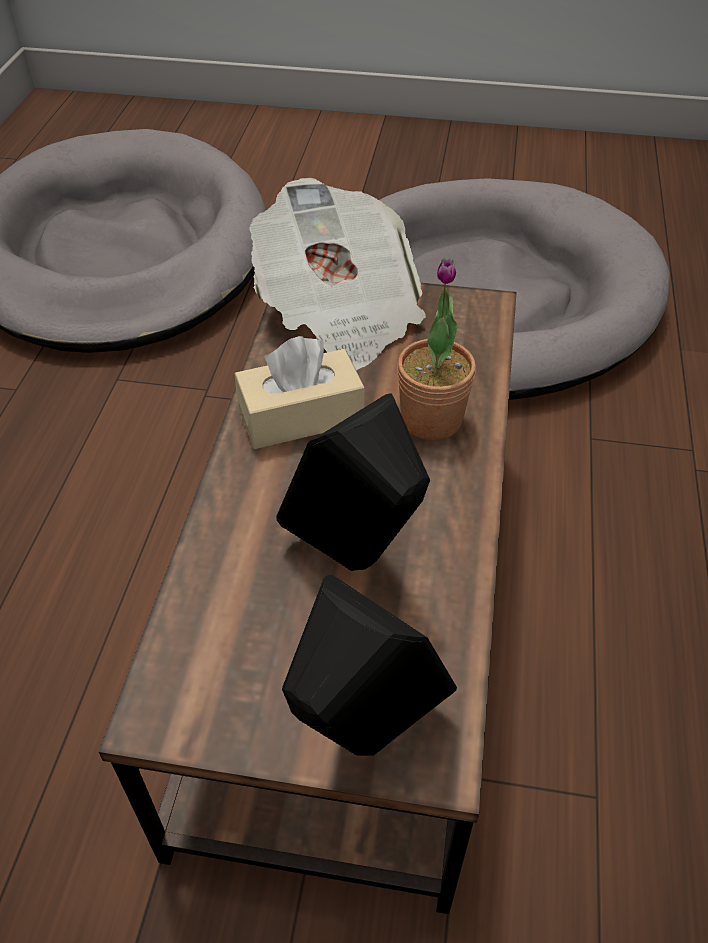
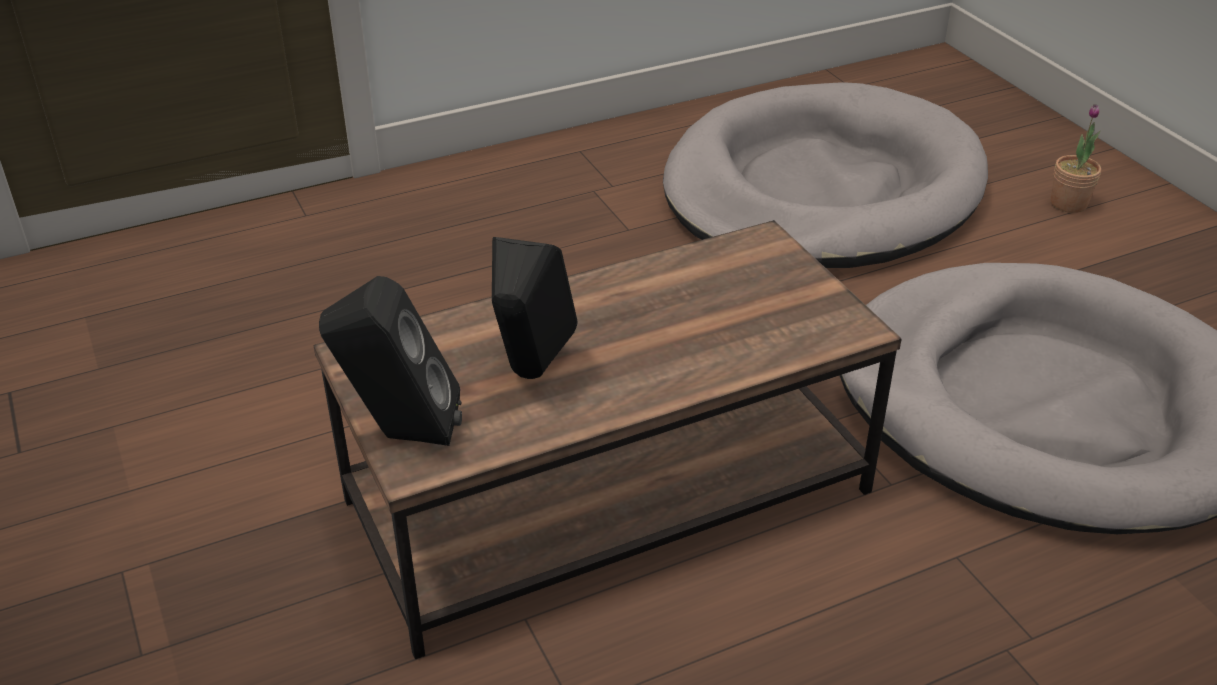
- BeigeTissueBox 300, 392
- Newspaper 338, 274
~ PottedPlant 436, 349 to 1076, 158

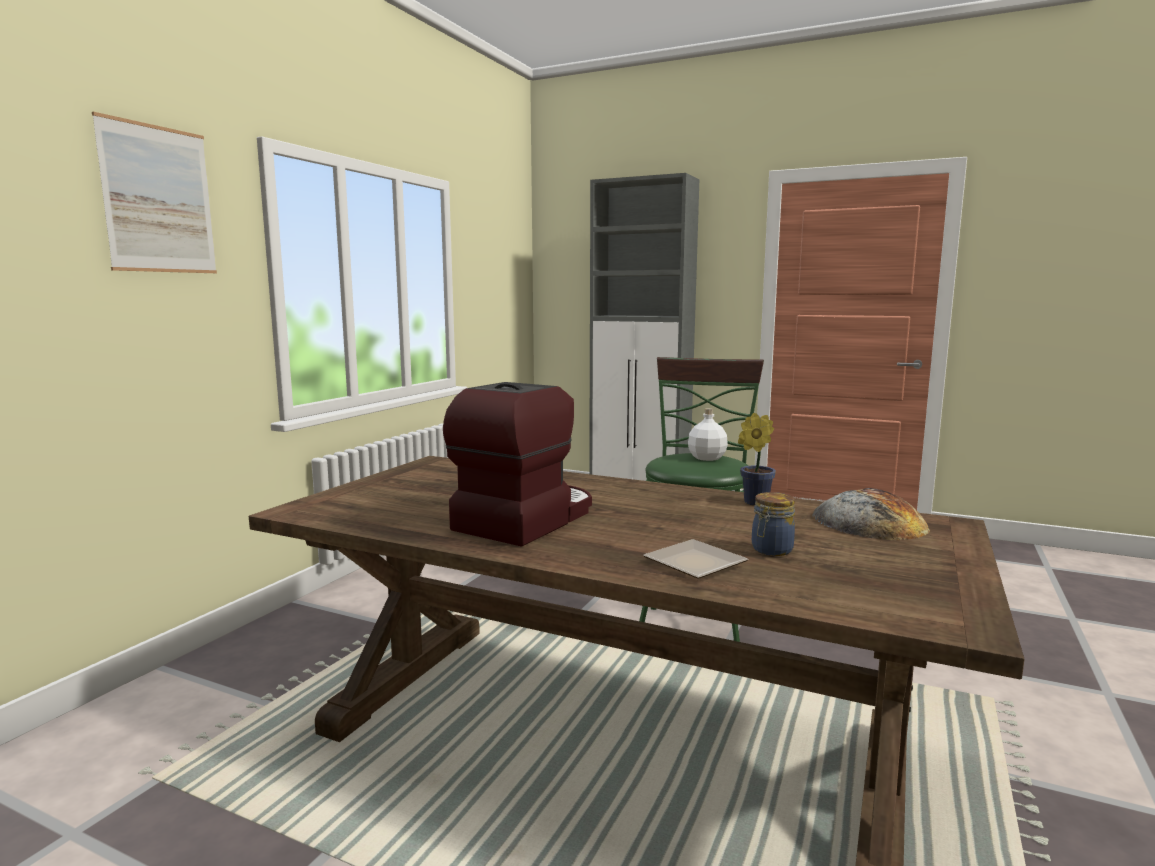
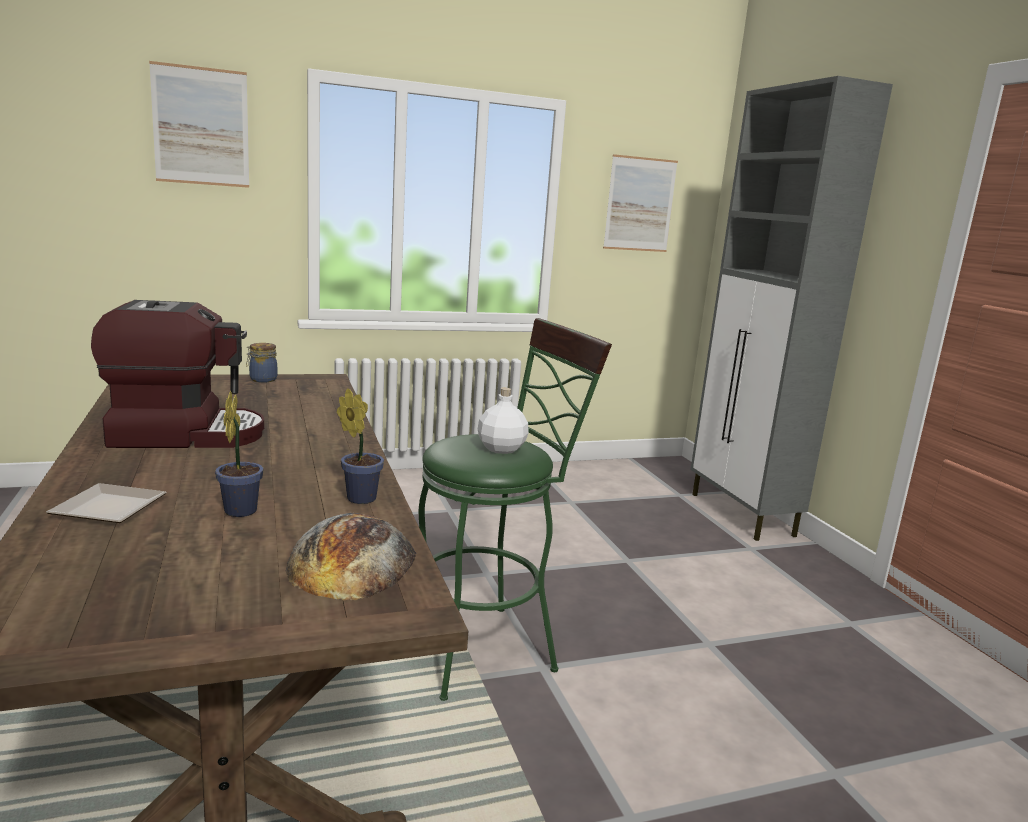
~ Jar 773, 524 to 262, 363
+ PottedPlant 239, 454
+ Picture 640, 203

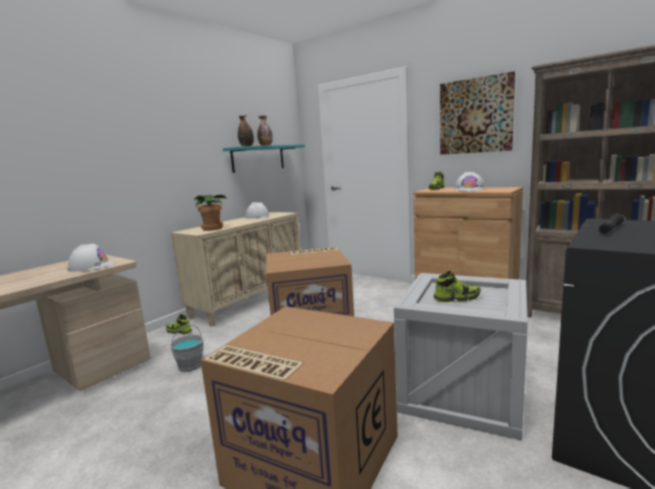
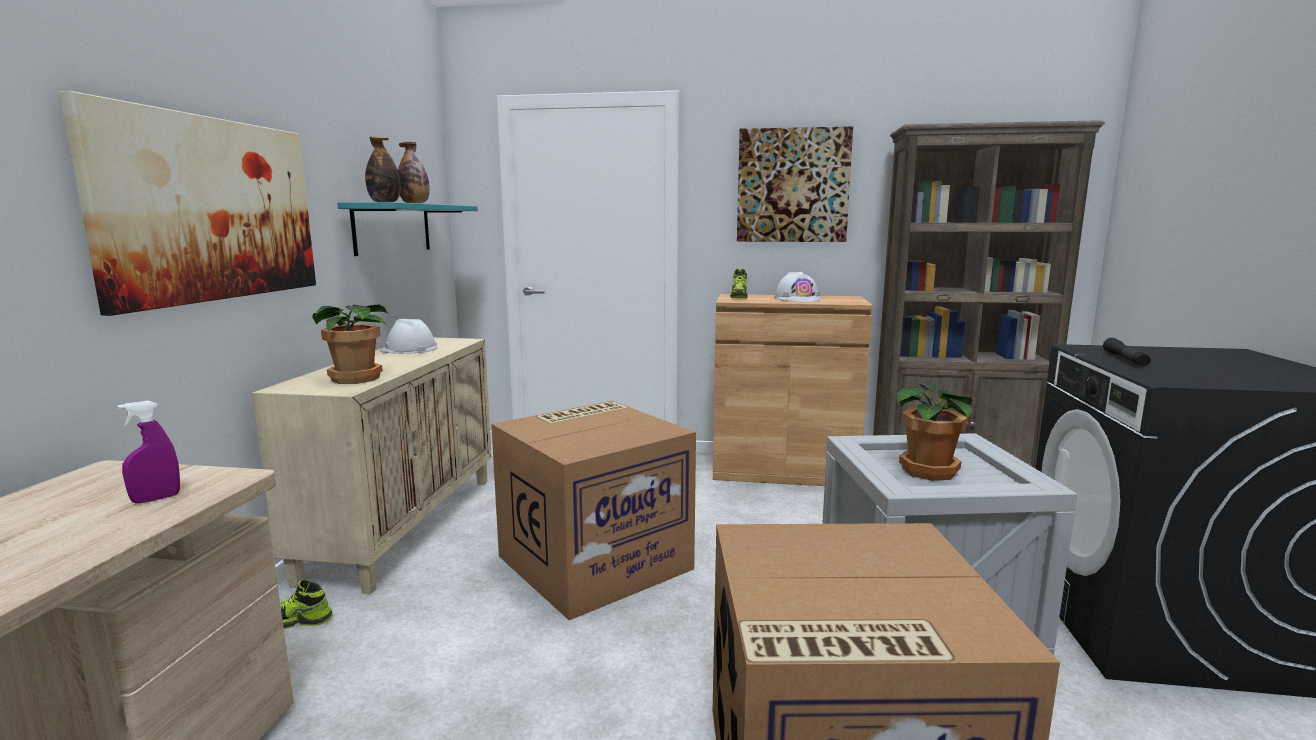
~ WhiteHardHat 90, 258 to PurpleSprayBottle 149, 452
- GreyBucket 187, 348
~ Shoe 457, 286 to PottedPlant 935, 432
+ Picture 188, 203

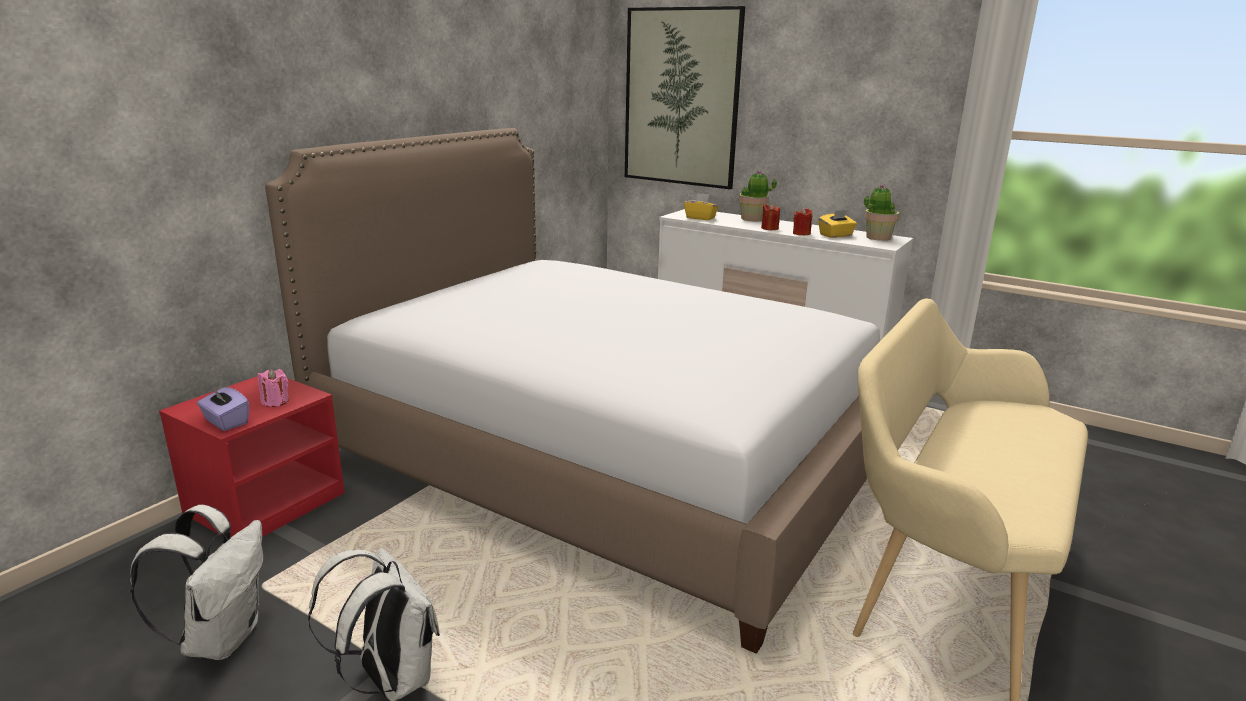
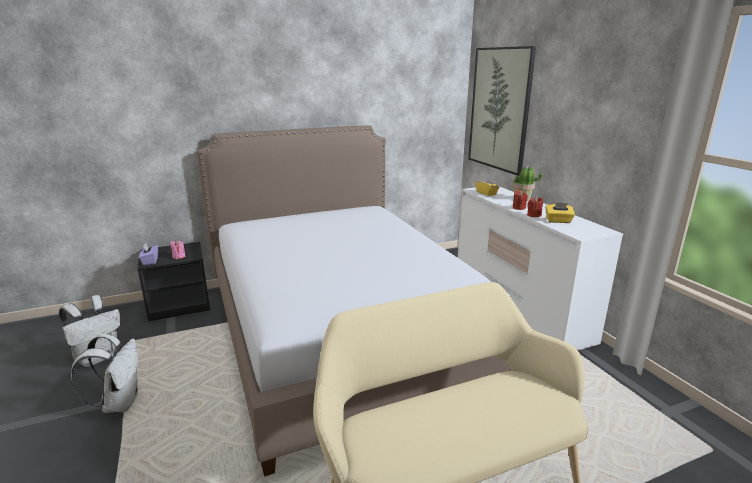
~ RedNightstand 252, 457 to BlackNightstand 173, 282
- PottedPlant 881, 212

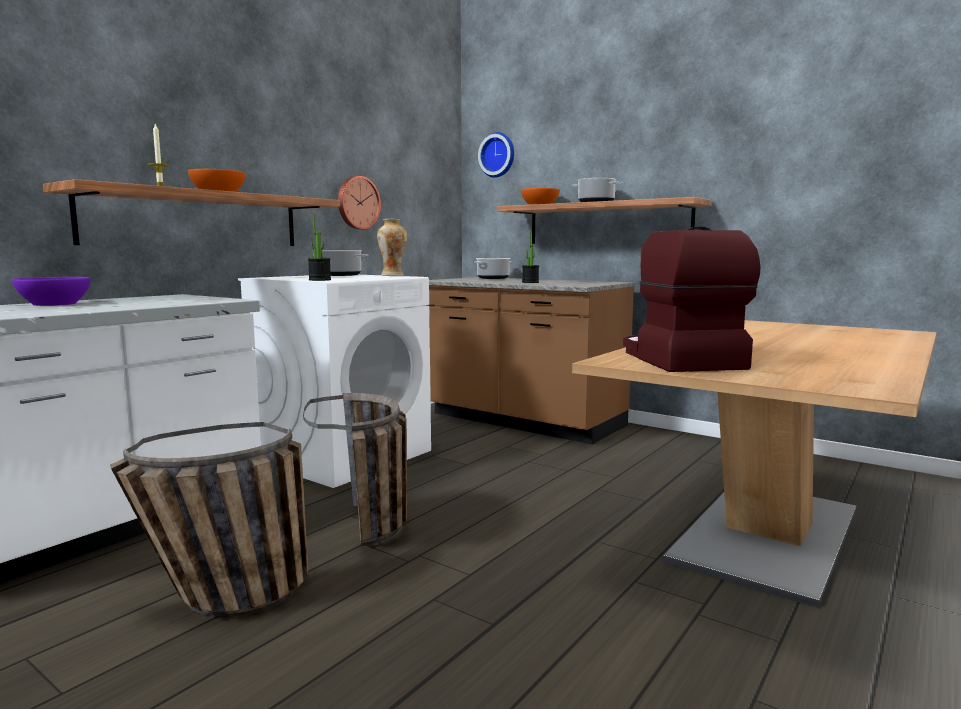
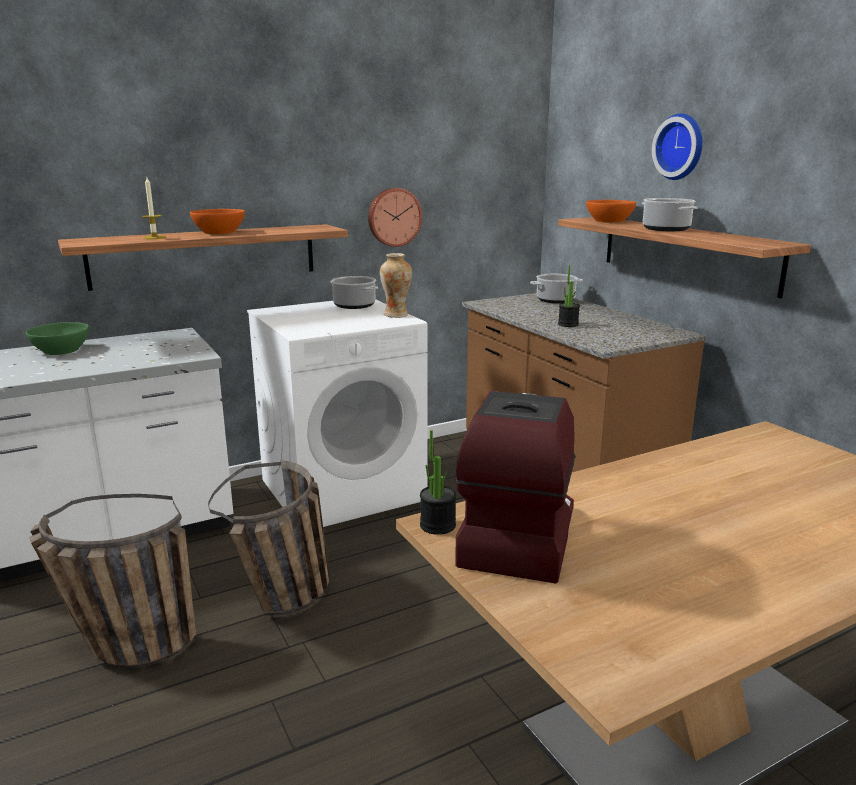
~ PurpleBowl 51, 291 to GreenBowl 57, 338
~ PottedPlant 319, 247 to 438, 482
~ WallClock 496, 155 to 677, 146

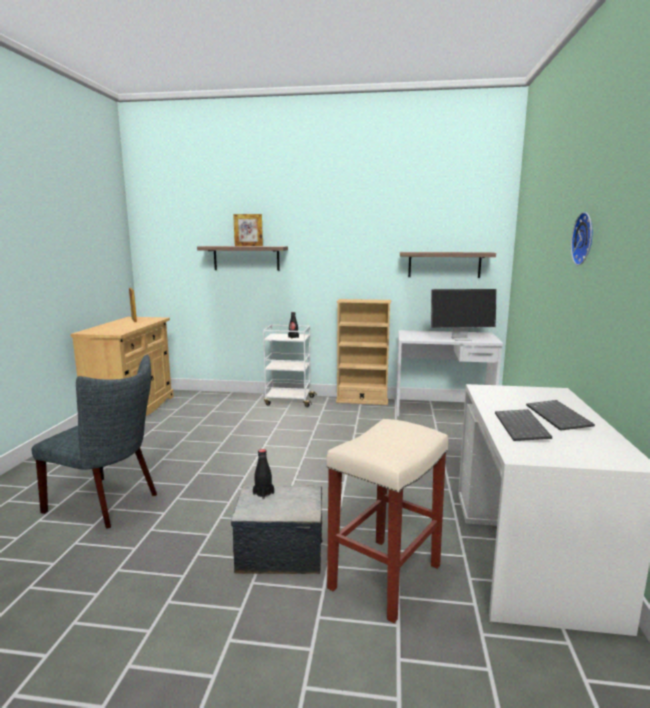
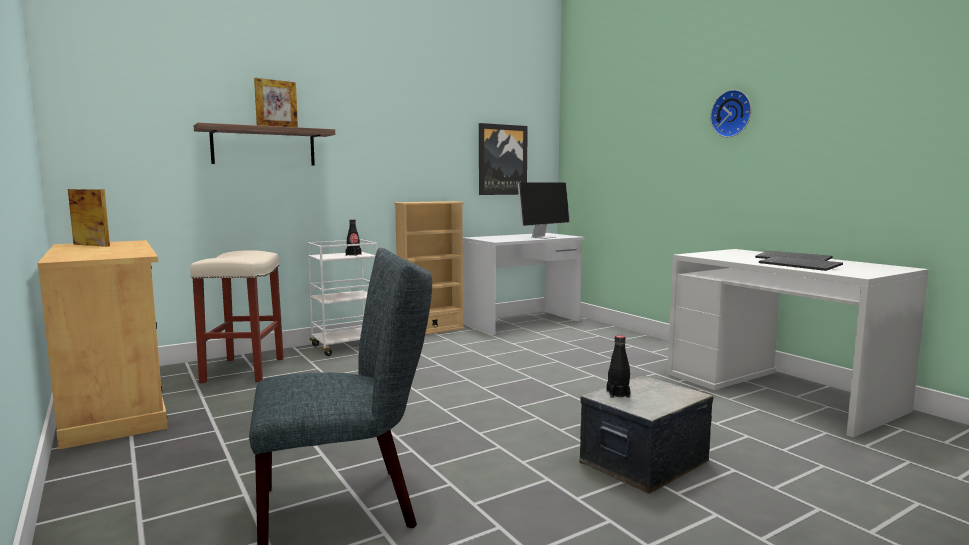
~ BeigeStool 387, 521 to 237, 316
~ Shelf 448, 265 to Picture 503, 159

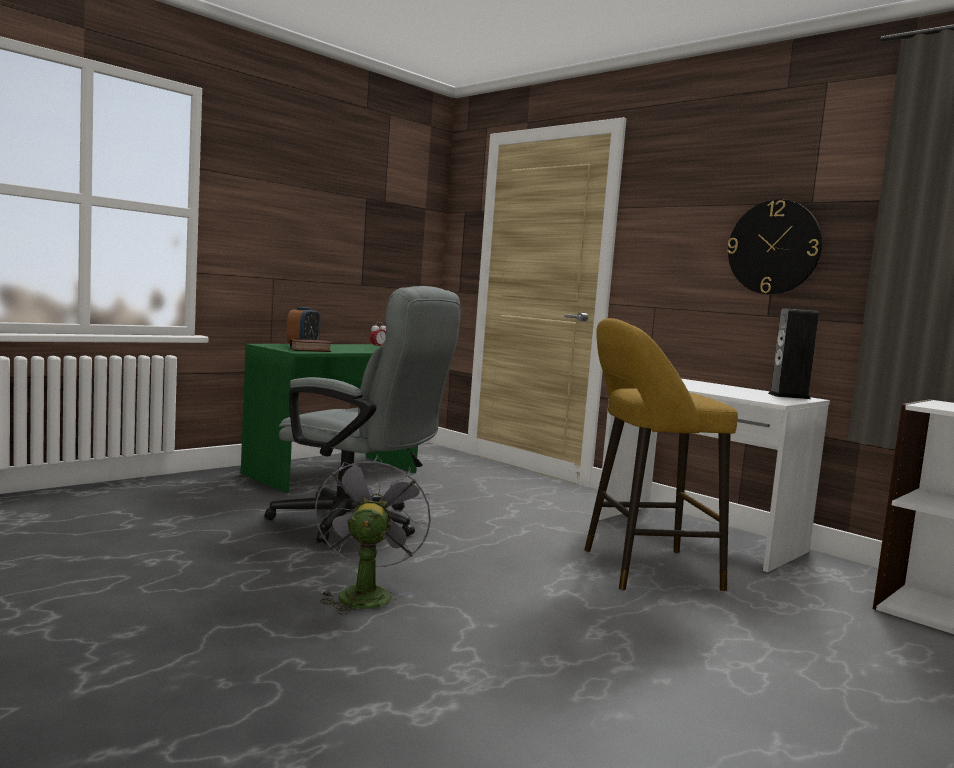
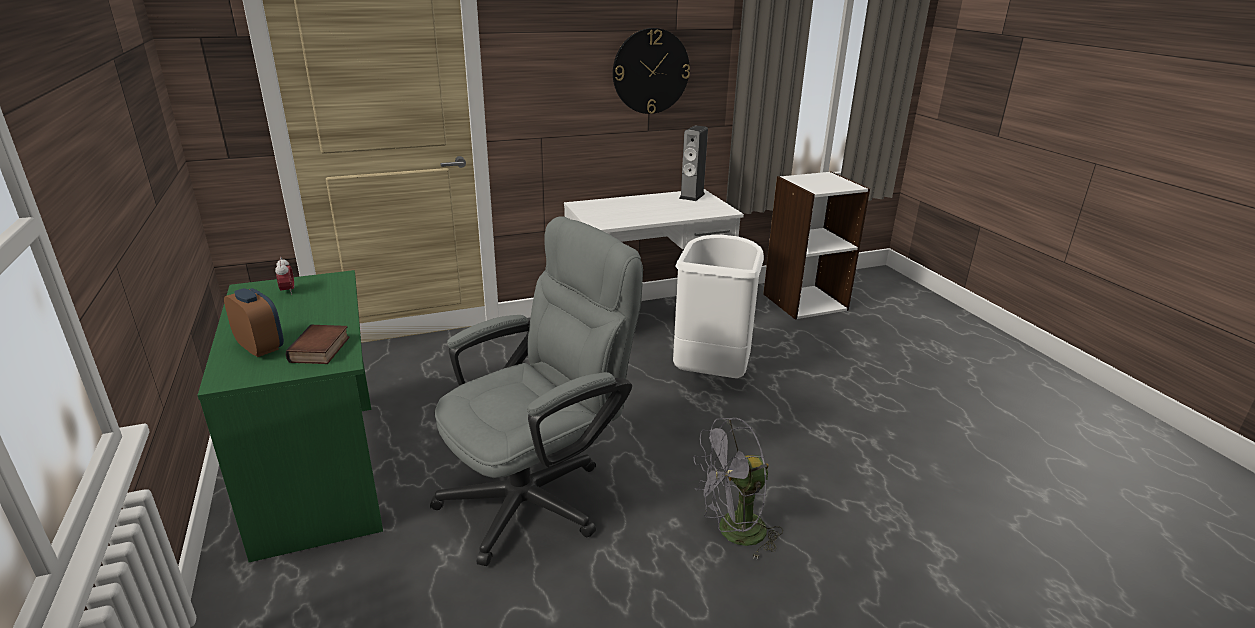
~ GreyFan 373, 534 = 738, 488 45 degrees counterclockwise
~ YellowStool 661, 454 to WhiteTrashCan 718, 306

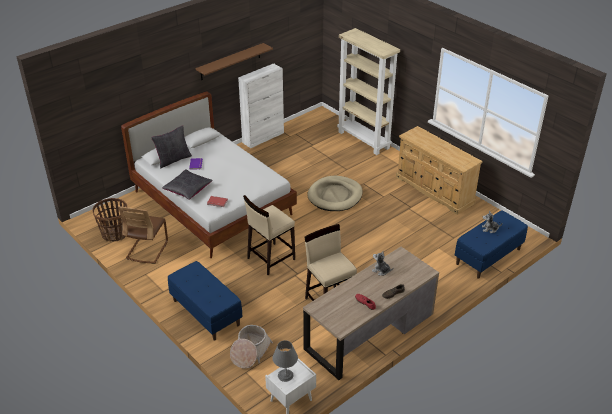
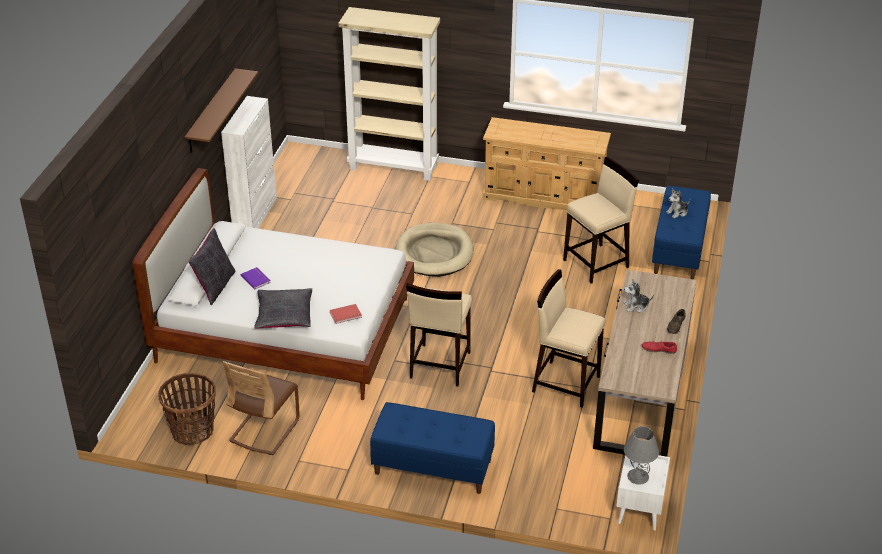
~ BrownChair 143, 235 = 261, 408 45 degrees clockwise
- Basket 251, 347
+ BeigeStool 601, 220

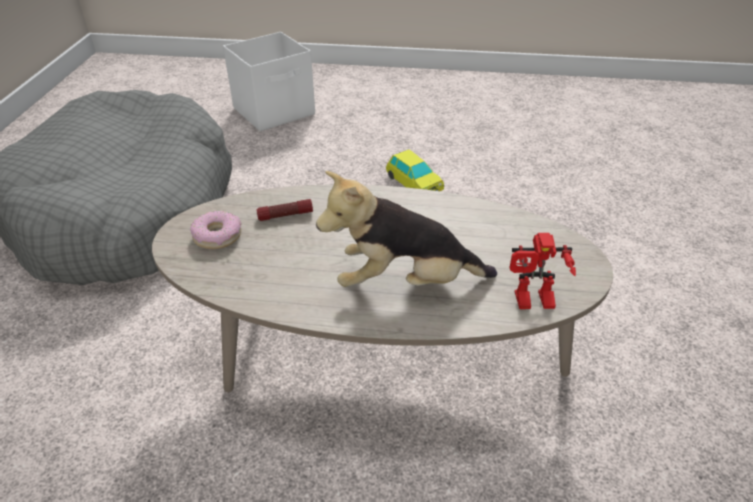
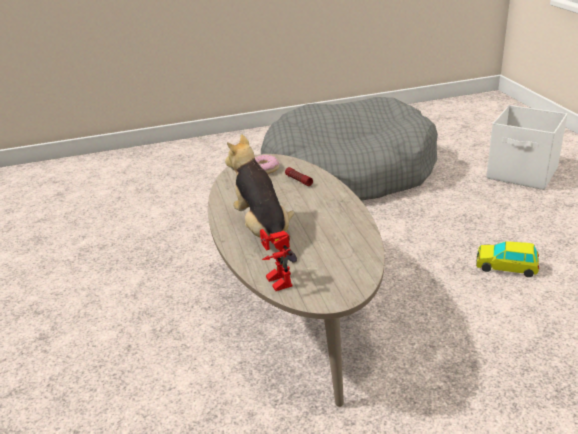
~ ToyCar 415, 170 = 507, 259 75 degrees clockwise

